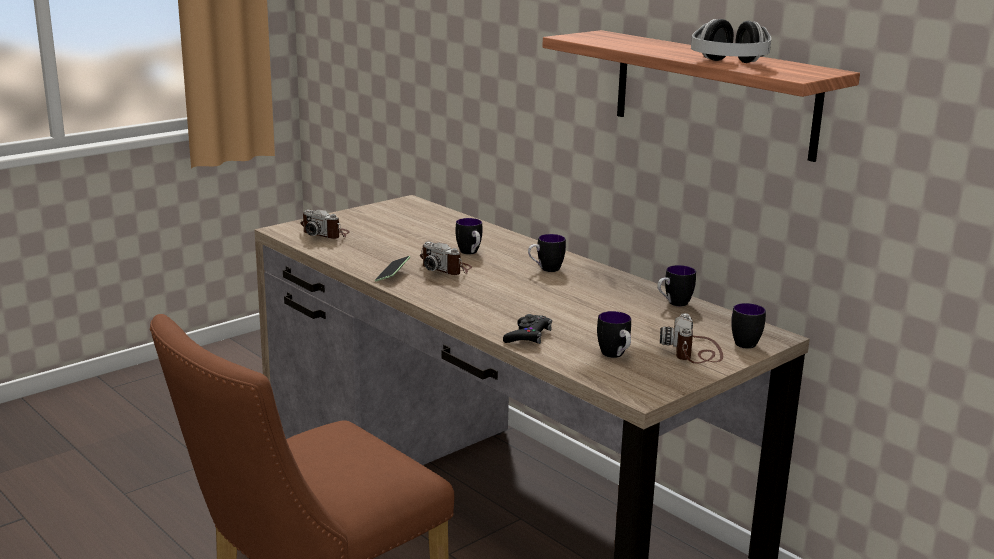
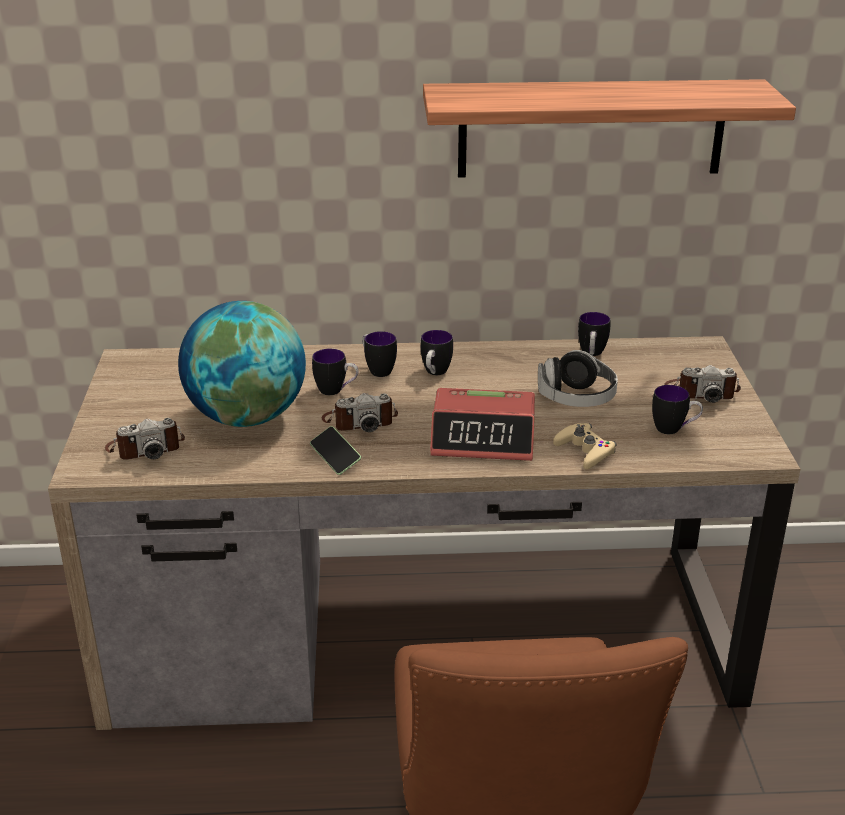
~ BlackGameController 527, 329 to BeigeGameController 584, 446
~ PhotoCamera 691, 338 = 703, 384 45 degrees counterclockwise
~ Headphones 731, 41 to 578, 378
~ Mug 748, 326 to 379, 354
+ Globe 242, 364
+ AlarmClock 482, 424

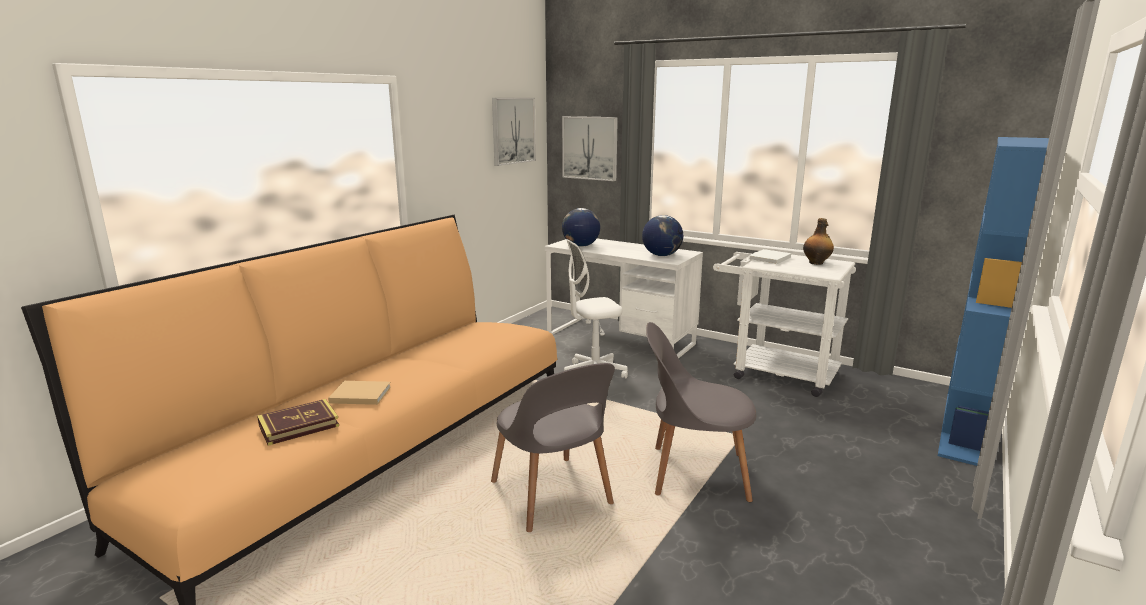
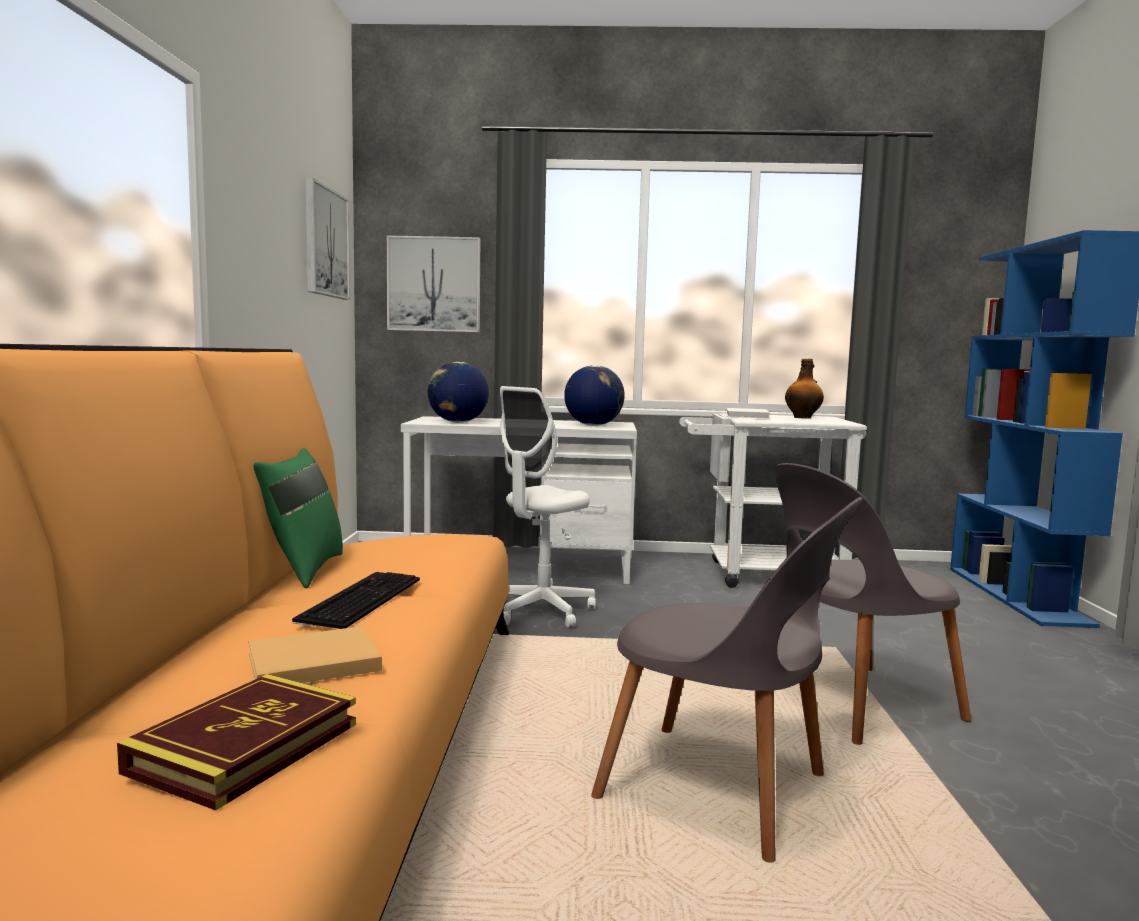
+ GreenPillow 298, 518
+ Keyboard 356, 600

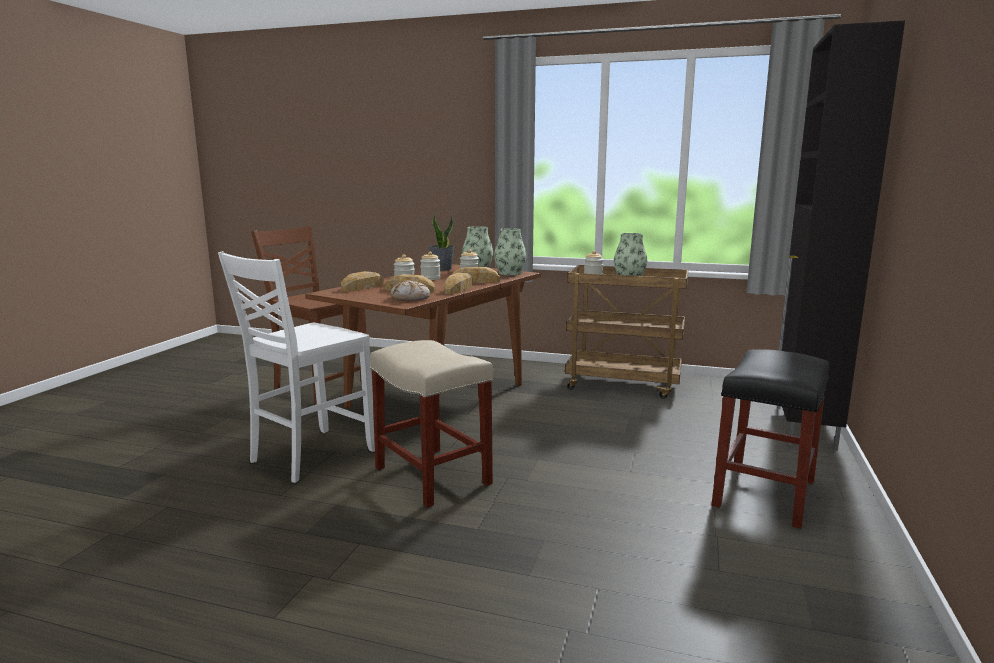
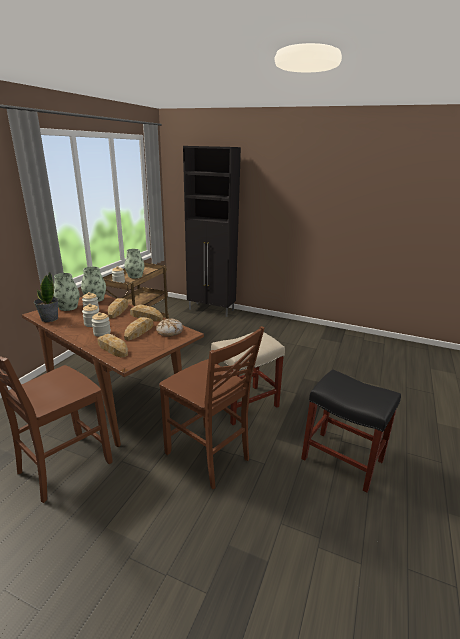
~ WhiteChair 296, 367 to BrownChair 212, 407
~ BlackStool 770, 439 to 351, 430

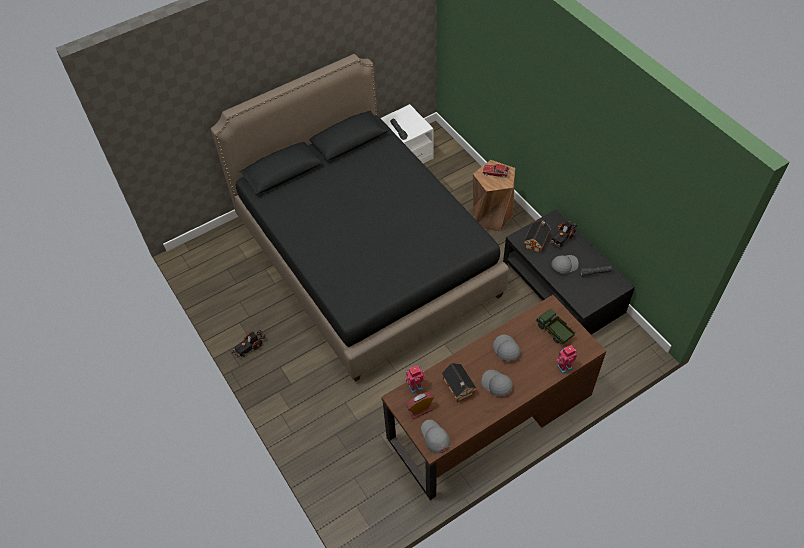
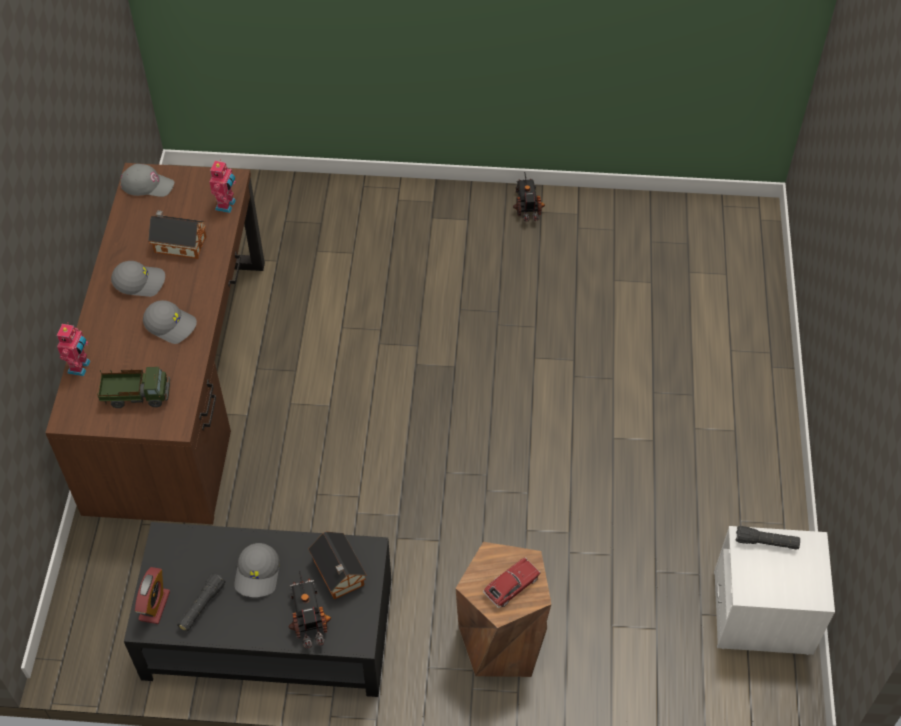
- BlackBed 360, 218
~ AlarmClock 420, 405 to 152, 595

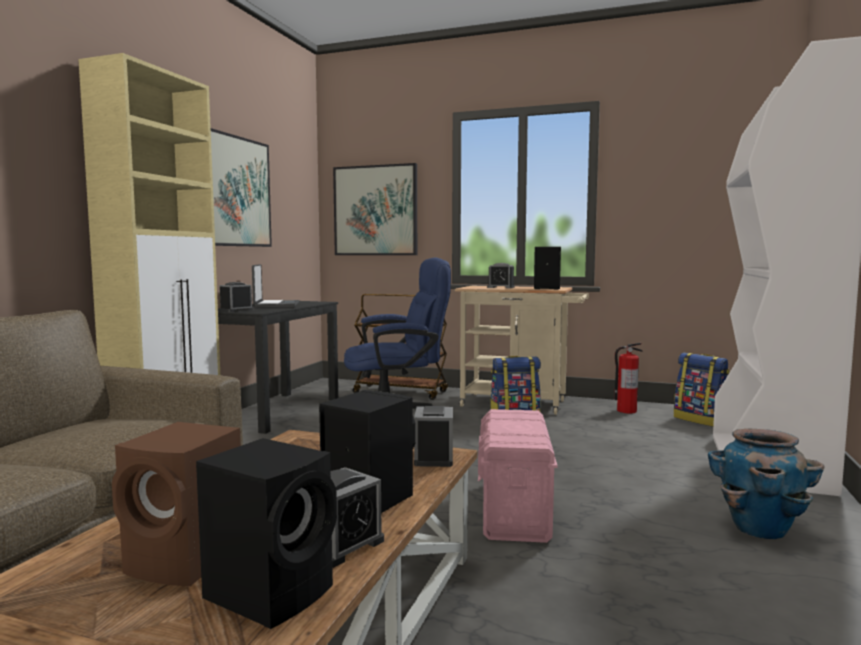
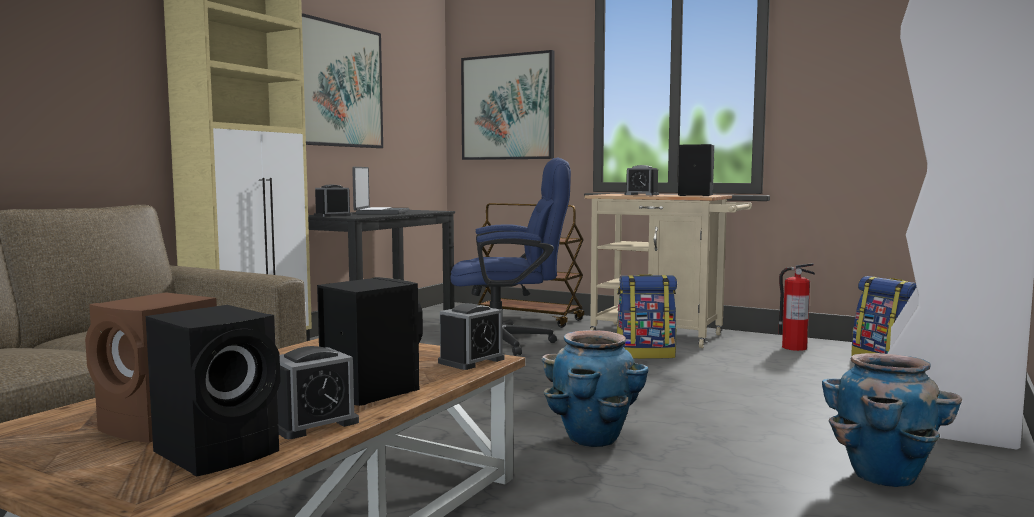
~ AlarmClock 433, 436 = 471, 336 150 degrees counterclockwise
~ PinkStorageBox 517, 476 to Planter 595, 388

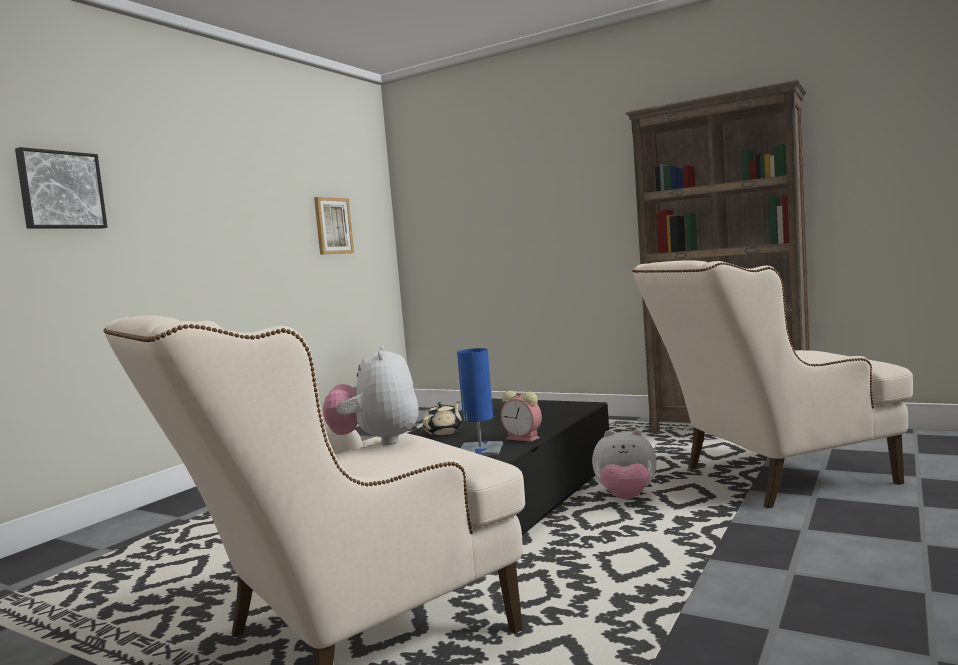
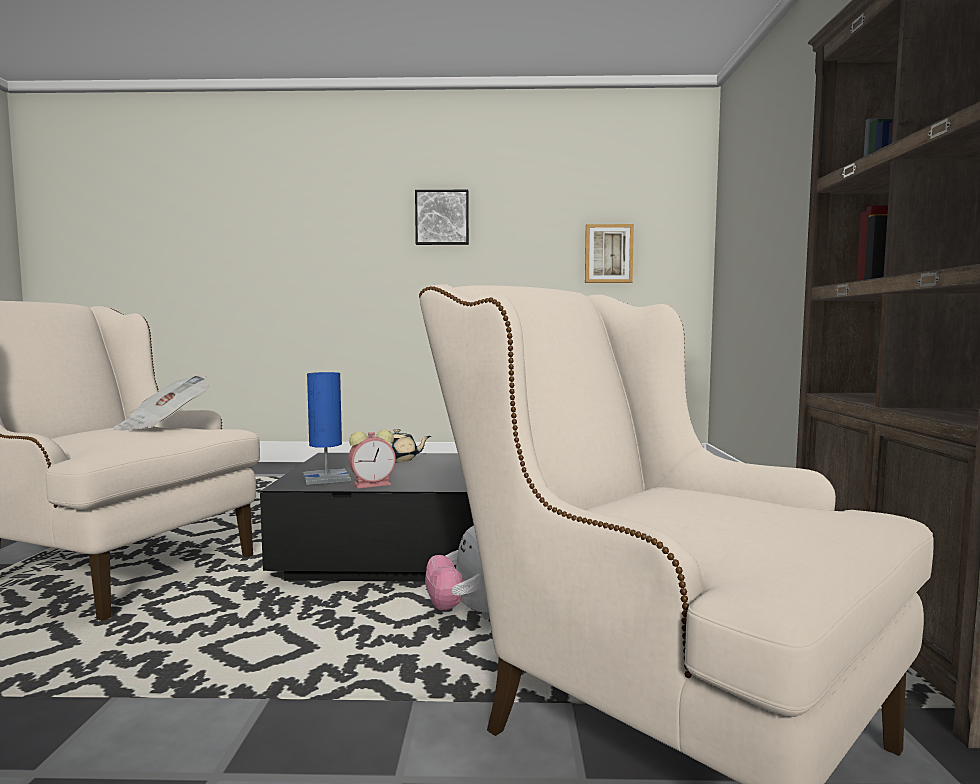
~ Picture 61, 188 to 442, 217
~ PlushToy 371, 395 to Newspaper 161, 403
~ AlarmClock 521, 416 = 372, 459 120 degrees counterclockwise

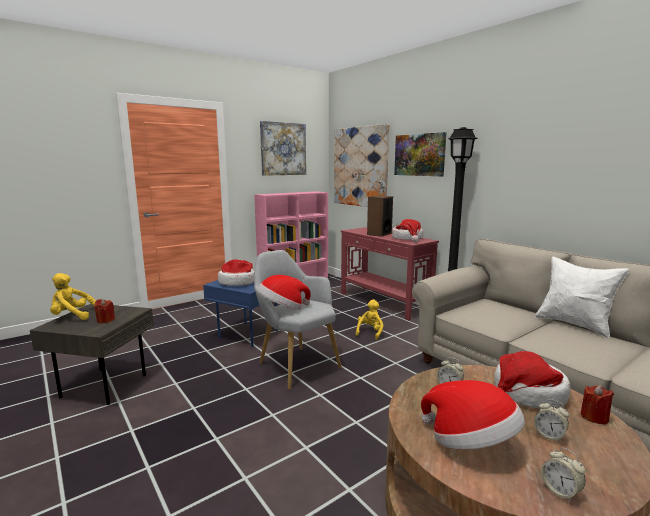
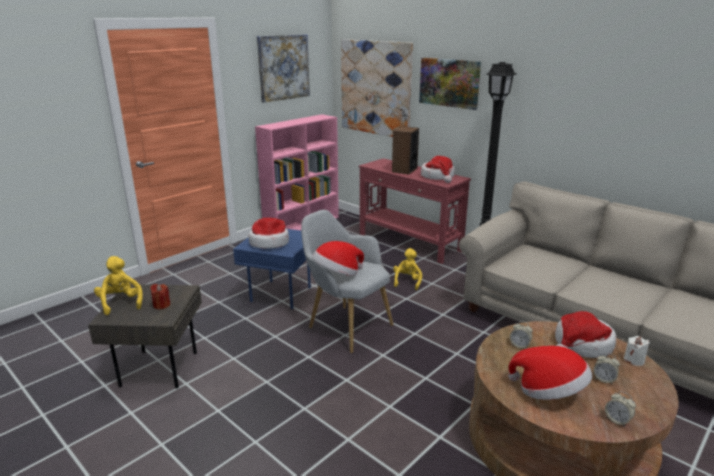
~ YellowPlushToy 73, 296 = 118, 285 75 degrees clockwise
- WhitePillow 582, 297
~ RedCandle 597, 405 to WhiteCandle 637, 351

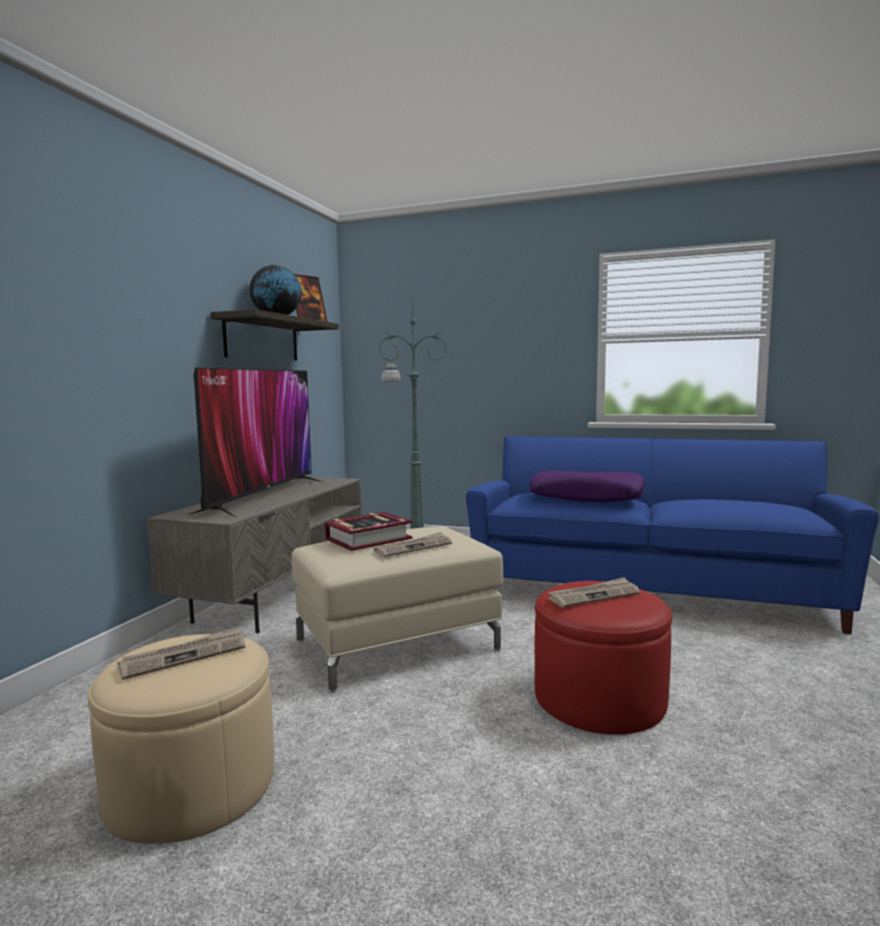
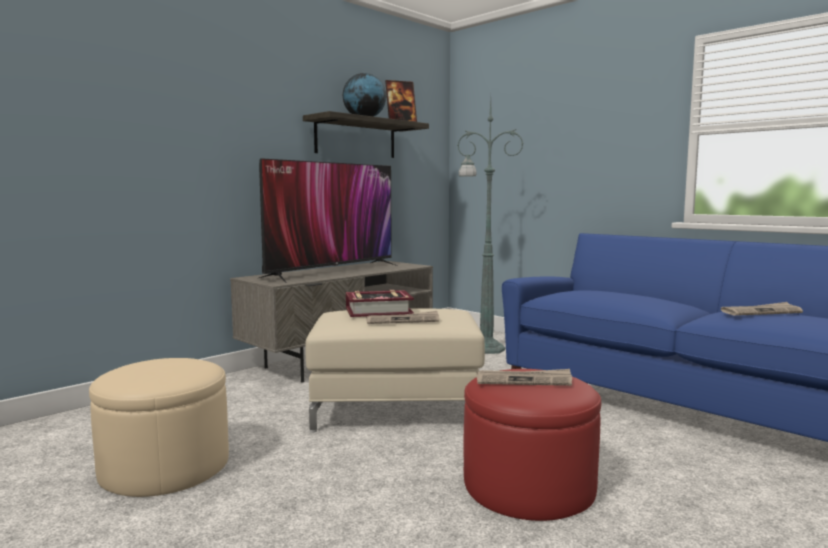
~ Newspaper 181, 653 to 762, 309
- PurplePillow 587, 486

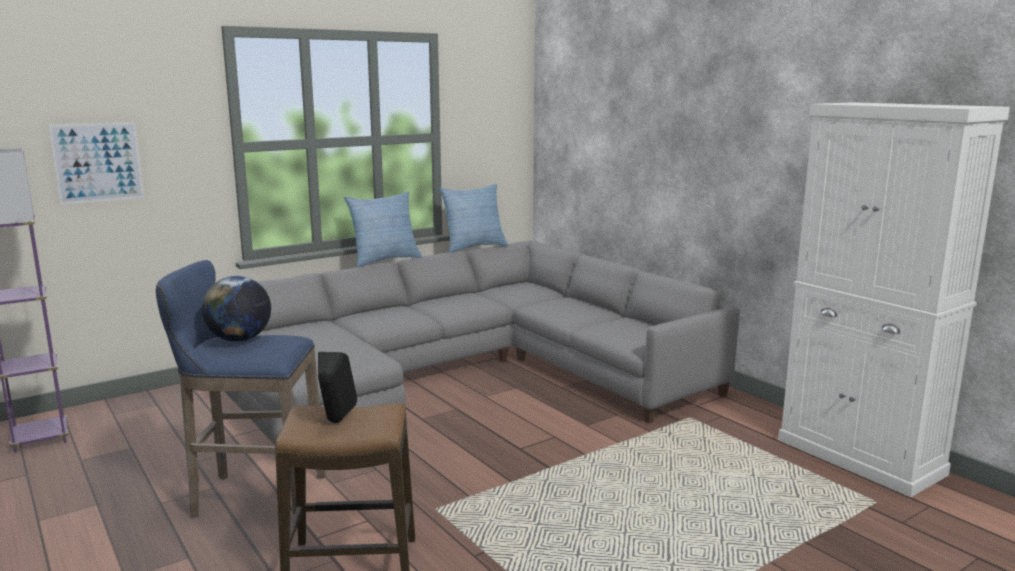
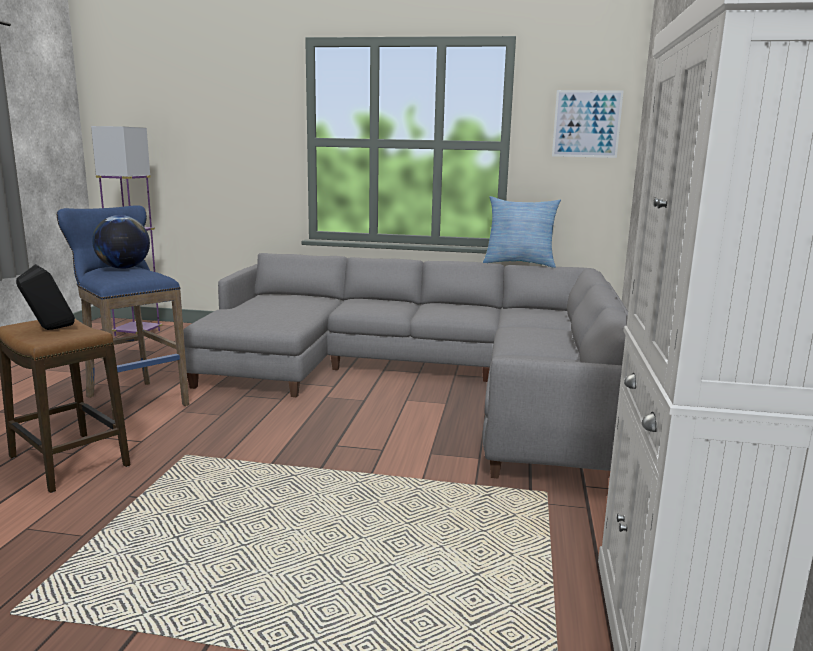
~ Picture 96, 163 to 587, 124
- Pillow 383, 229

